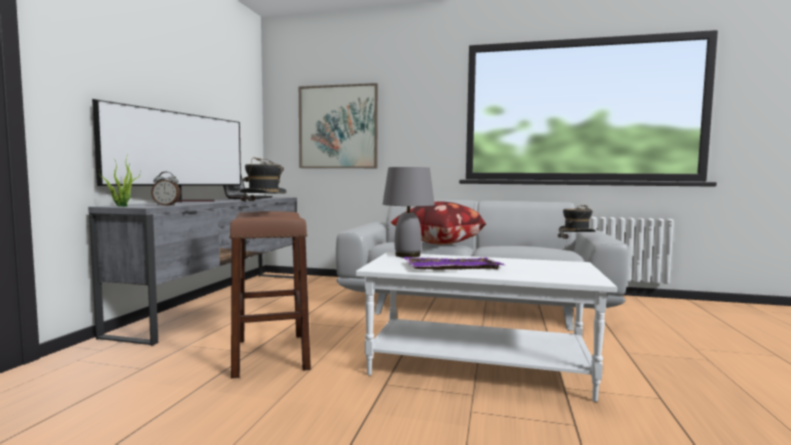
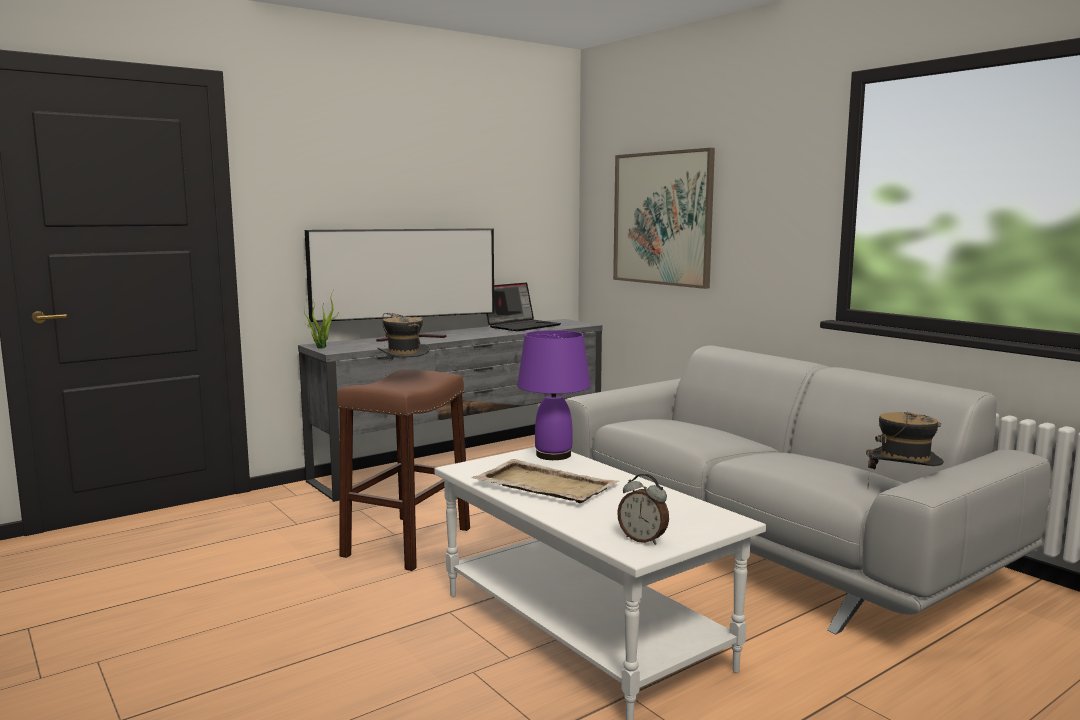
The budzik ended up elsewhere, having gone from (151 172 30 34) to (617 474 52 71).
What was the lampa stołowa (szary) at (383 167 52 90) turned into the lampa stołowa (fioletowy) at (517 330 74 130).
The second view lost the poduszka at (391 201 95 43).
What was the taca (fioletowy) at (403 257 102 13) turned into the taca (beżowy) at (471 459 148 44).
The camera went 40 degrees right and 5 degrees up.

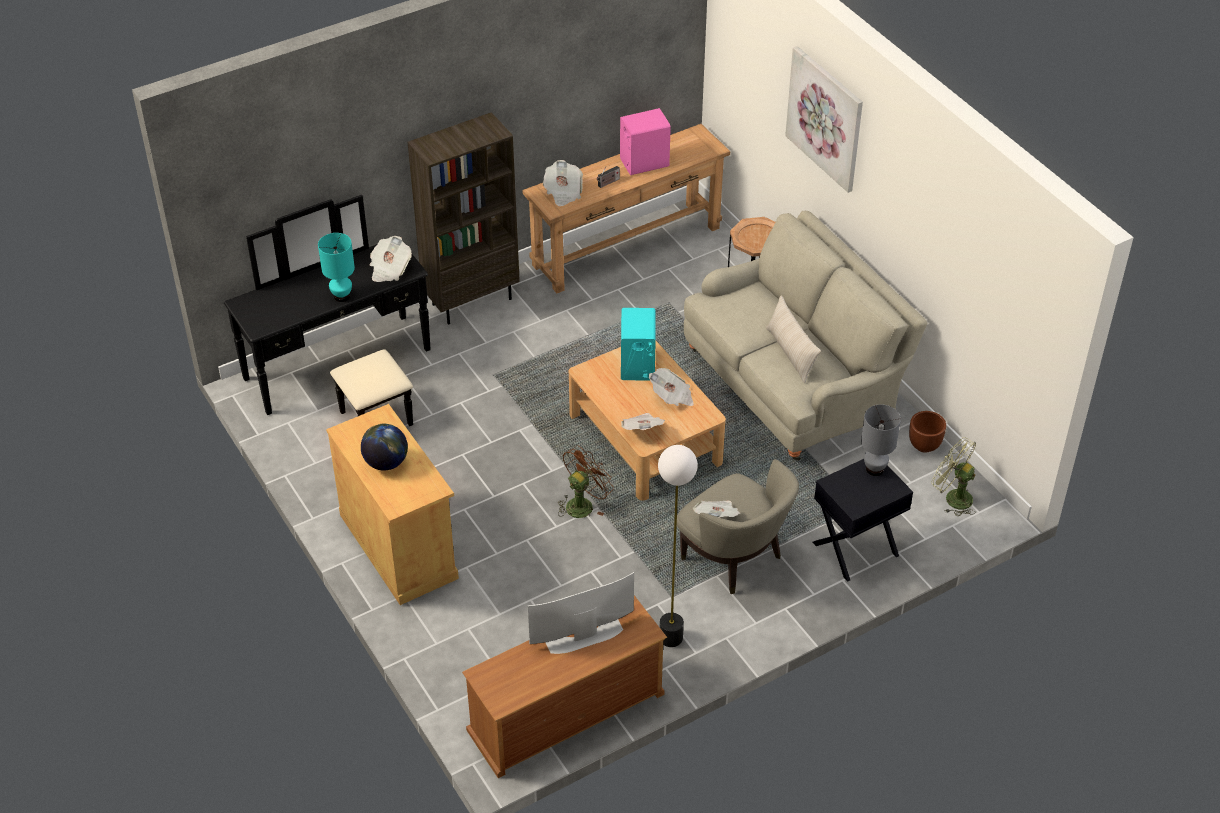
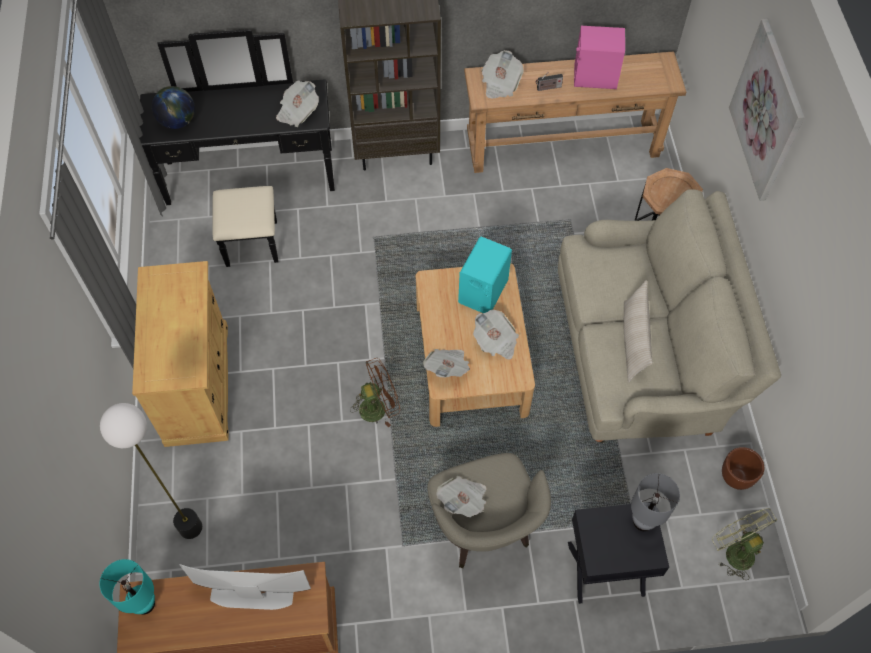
The lampa stołowa (turkusowy) ended up elsewhere, having gone from (318 233 37 69) to (99 559 56 56).
The globus ended up elsewhere, having gone from (361 424 47 46) to (152 86 43 43).
The lampa stojąca ended up elsewhere, having gone from (658 445 40 202) to (100 403 102 136).
The camera went 25 degrees right and 15 degrees up.

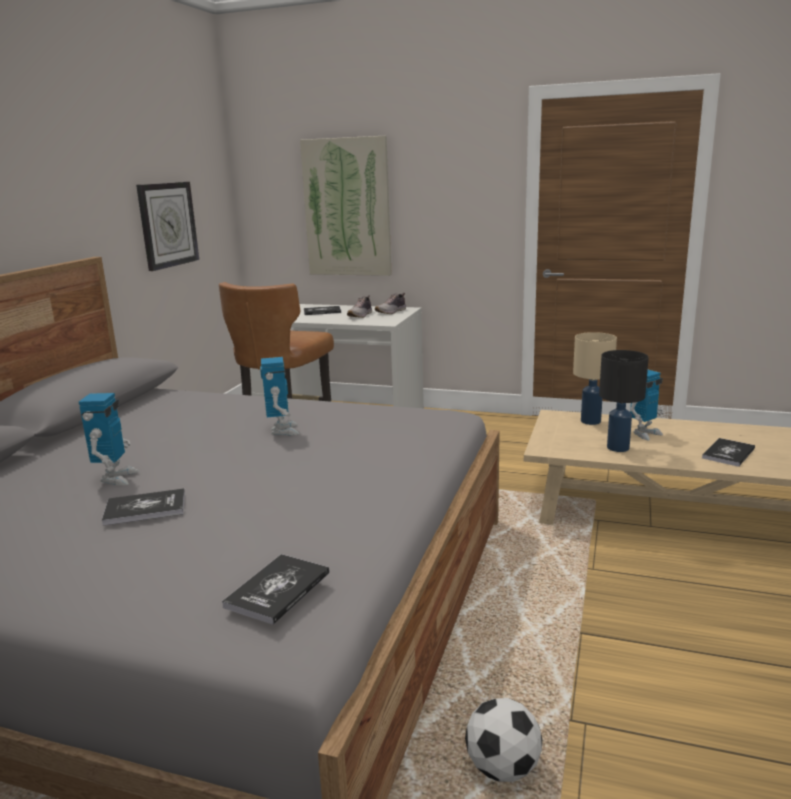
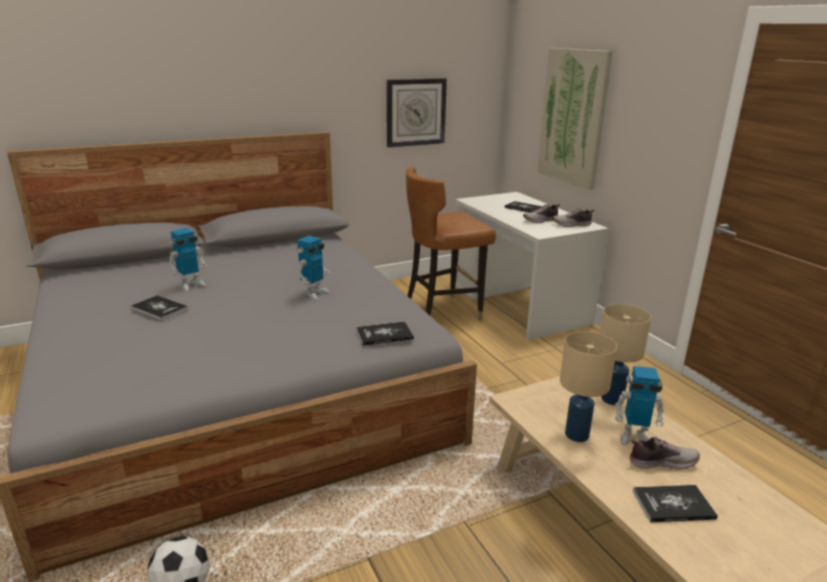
The książka ended up elsewhere, having gone from (222 554 107 71) to (356 321 58 25).
What was the lampa stołowa (czarny) at (599 350 50 102) turned into the lampa stołowa (beżowy) at (560 331 57 111).
The second view gained the but at (629 437 71 33).
The camera went 45 degrees right and 5 degrees up.

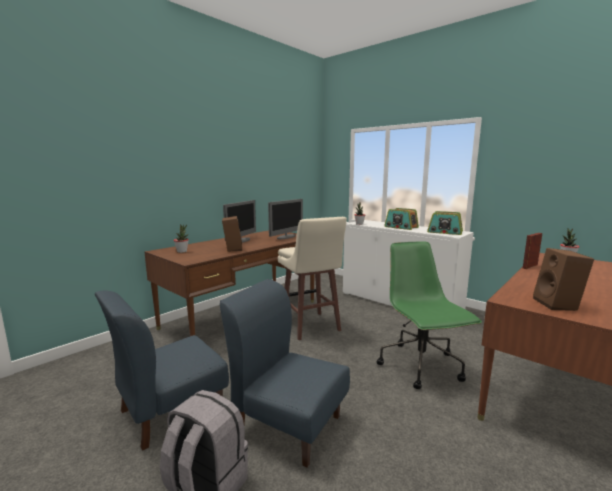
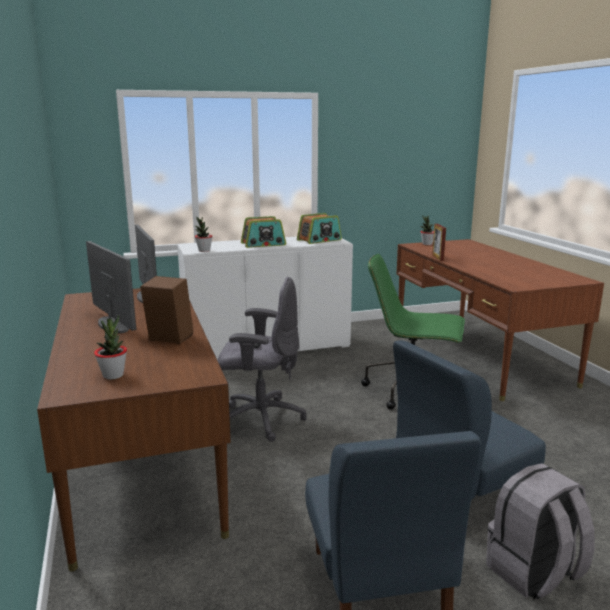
Where the stołek (beżowy) stood at (278 217 69 123), the krzesło biurowe (szary) came to stand at (217 277 90 165).
The second view lost the głośnik (brązowy) at (533 248 61 63).
The camera went 60 degrees left and 5 degrees up.

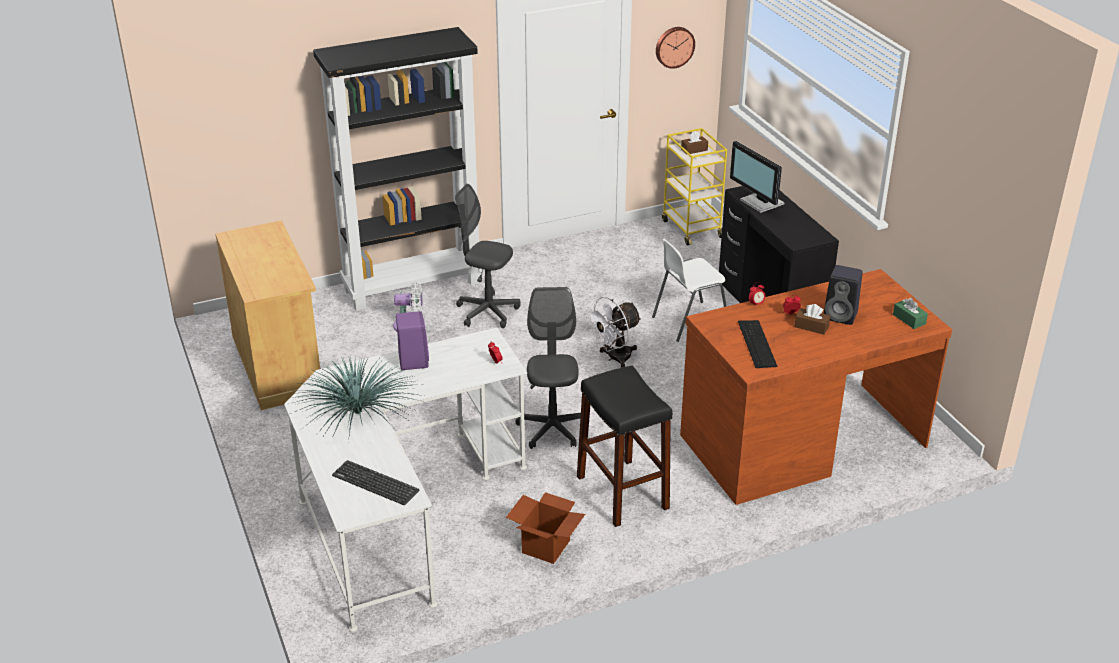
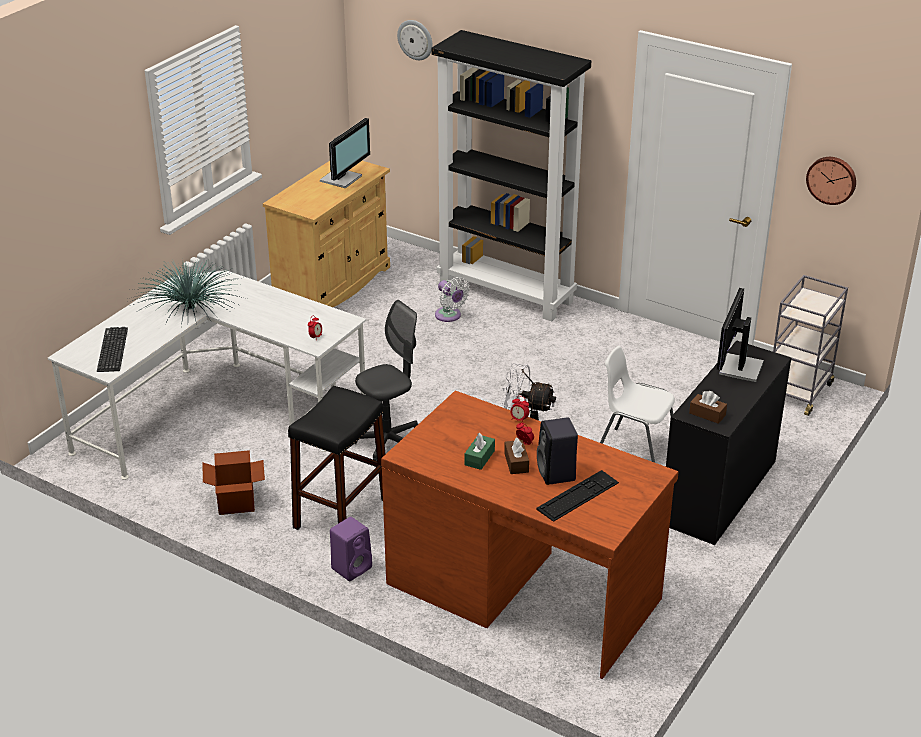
The głośnik (fioletowy) ended up elsewhere, having gone from (396 311 33 59) to (330 517 42 64).
The second view lost the krzesło biurowe (szary) at (455 184 65 144).
What was the wózek (żółty) at (662 128 65 117) turned into the wózek (szary) at (773 275 75 141).
The pudełko chusteczek (brązowy) ended up elsewhere, having gone from (681 131 27 24) to (689 391 38 33).
The klawiatura ended up elsewhere, having gone from (738 320 40 48) to (536 470 83 52).
The pudełko chusteczek (zielony) ended up elsewhere, having gone from (893 298 35 31) to (465 433 30 37).
The second view gained the monitor at (320 118 50 70).
The second view gained the zegar ścienny at (397 20 36 40).
The camera went 55 degrees right and 0 degrees up.

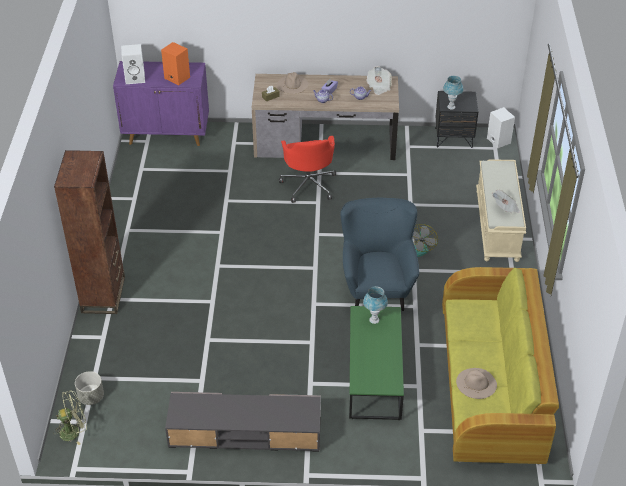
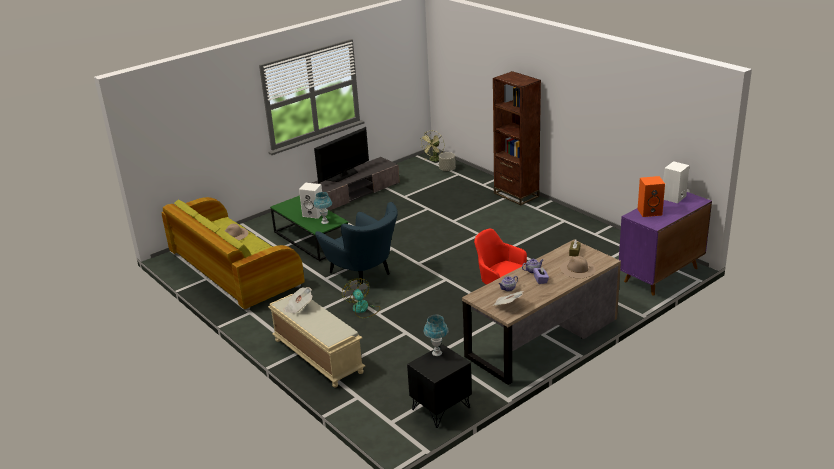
The głośnik (biały) ended up elsewhere, having gone from (487 107 28 41) to (299 183 23 36).
The second view gained the telewizor at (314 127 55 56).
The camera went 140 degrees right and 15 degrees down.

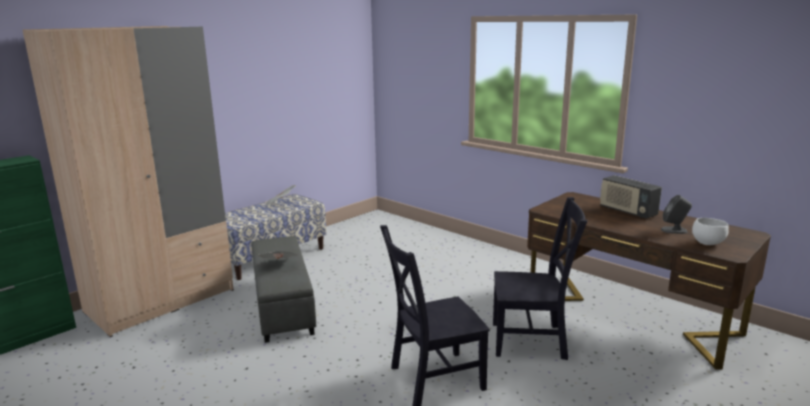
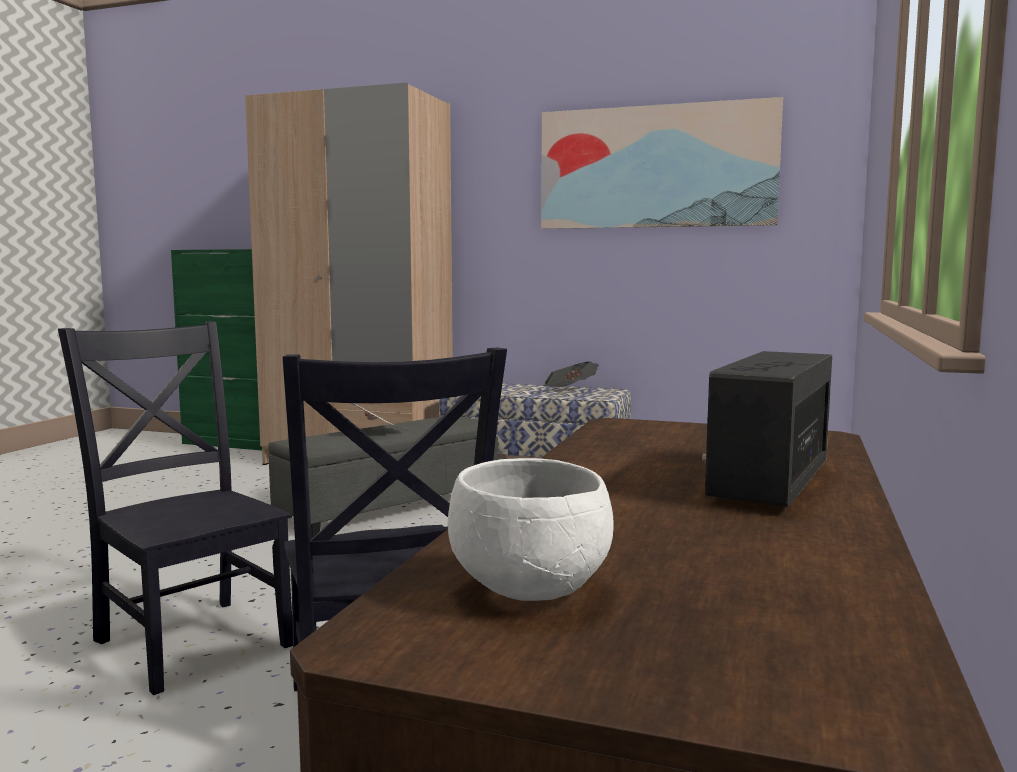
The second view lost the głośnik (szary) at (661 195 31 39).
The second view gained the obraz at (541 97 242 132).
The camera went 65 degrees right and 10 degrees down.

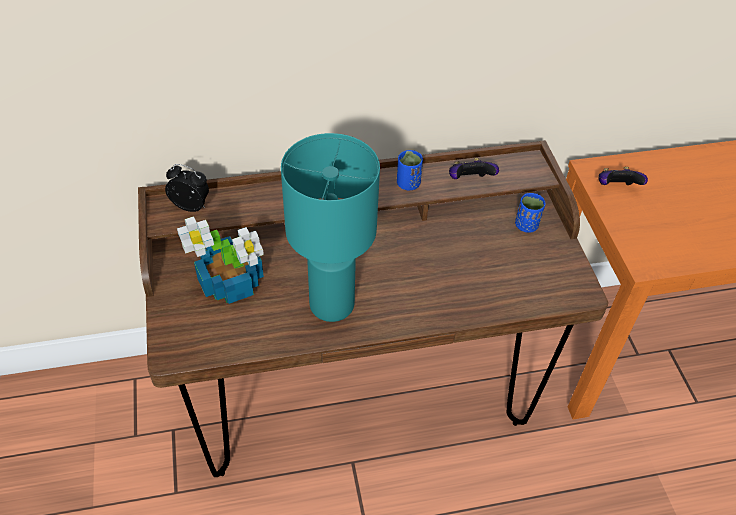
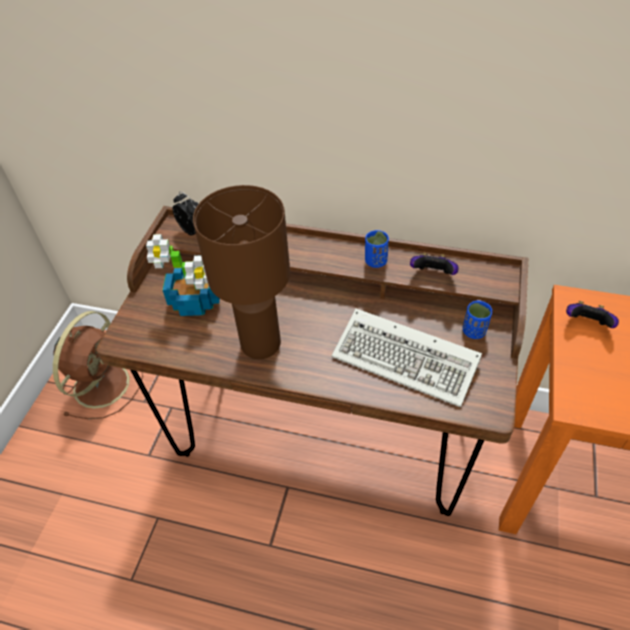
What was the lampa stołowa (turkusowy) at (281 133 99 189) turned into the lampa stołowa (brązowy) at (193 185 97 174).
The second view gained the wentylator (brązowy) at (53 311 90 108).
The second view gained the klawiatura at (332 309 150 98).
The camera went 30 degrees right and 0 degrees up.

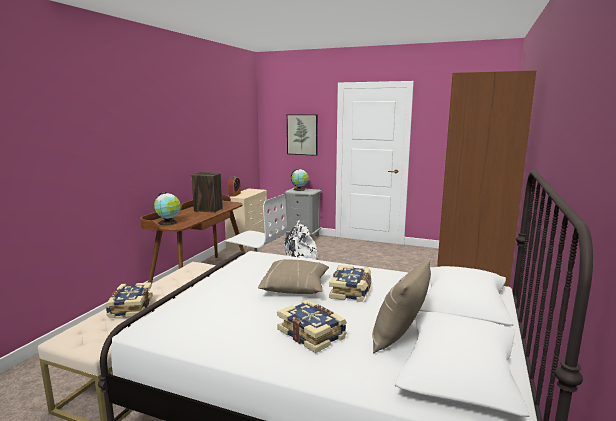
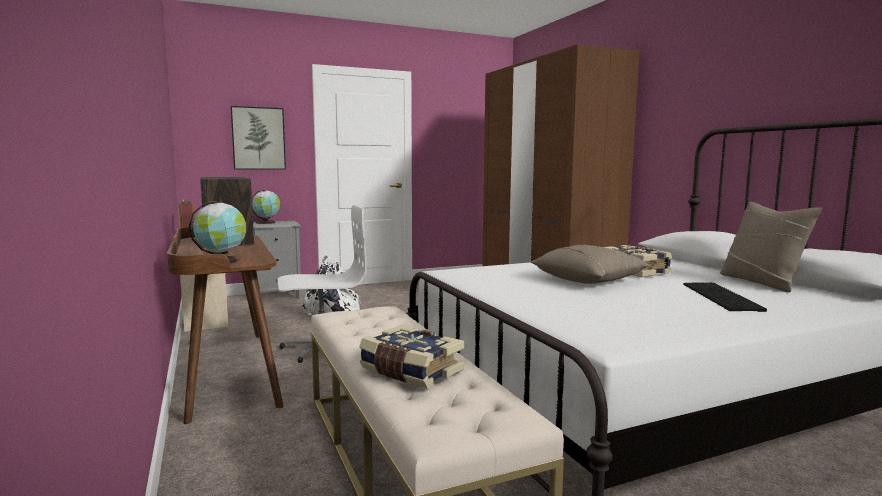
Where the książka stood at (277 300 70 53), the klawiatura came to stand at (683 282 84 30).
The camera went 45 degrees left and 5 degrees down.

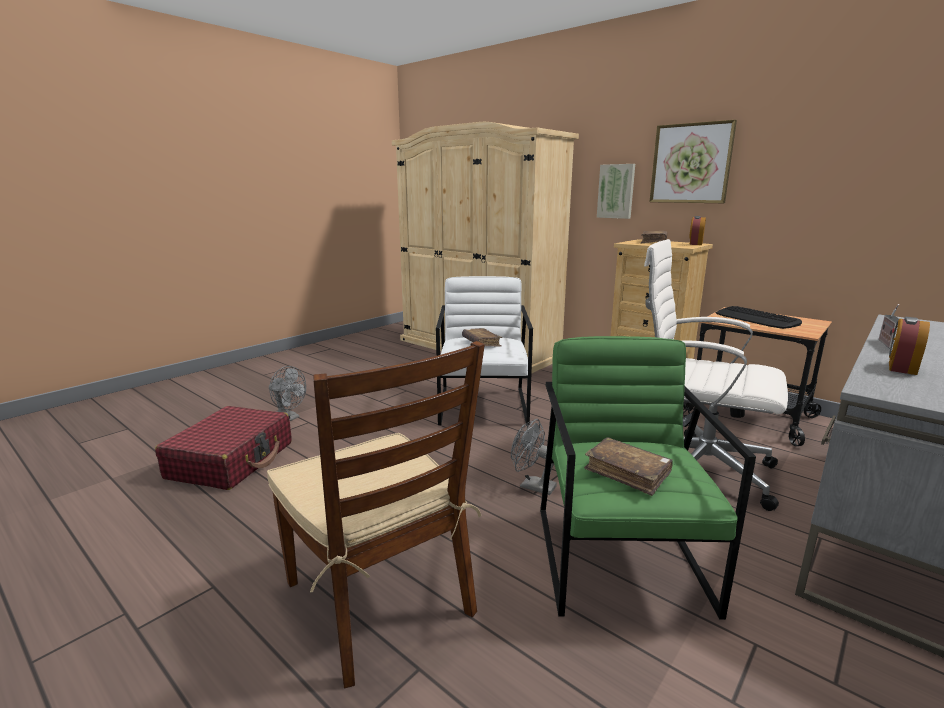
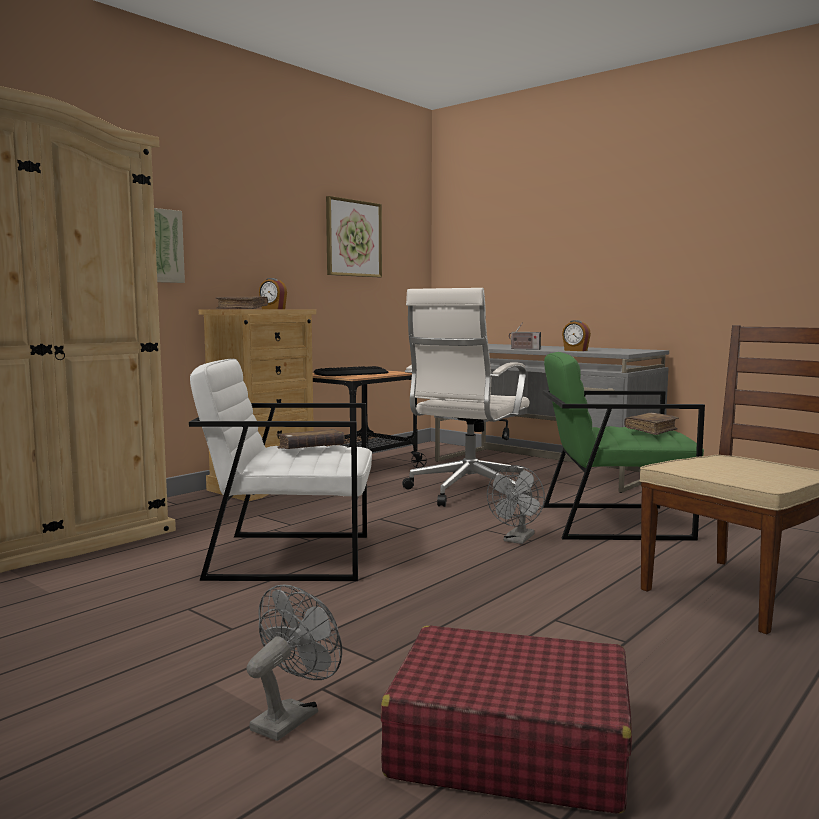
The obraz ended up elsewhere, having gone from (649 120 88 83) to (326 196 56 81).
The camera went 90 degrees left and 10 degrees down.

